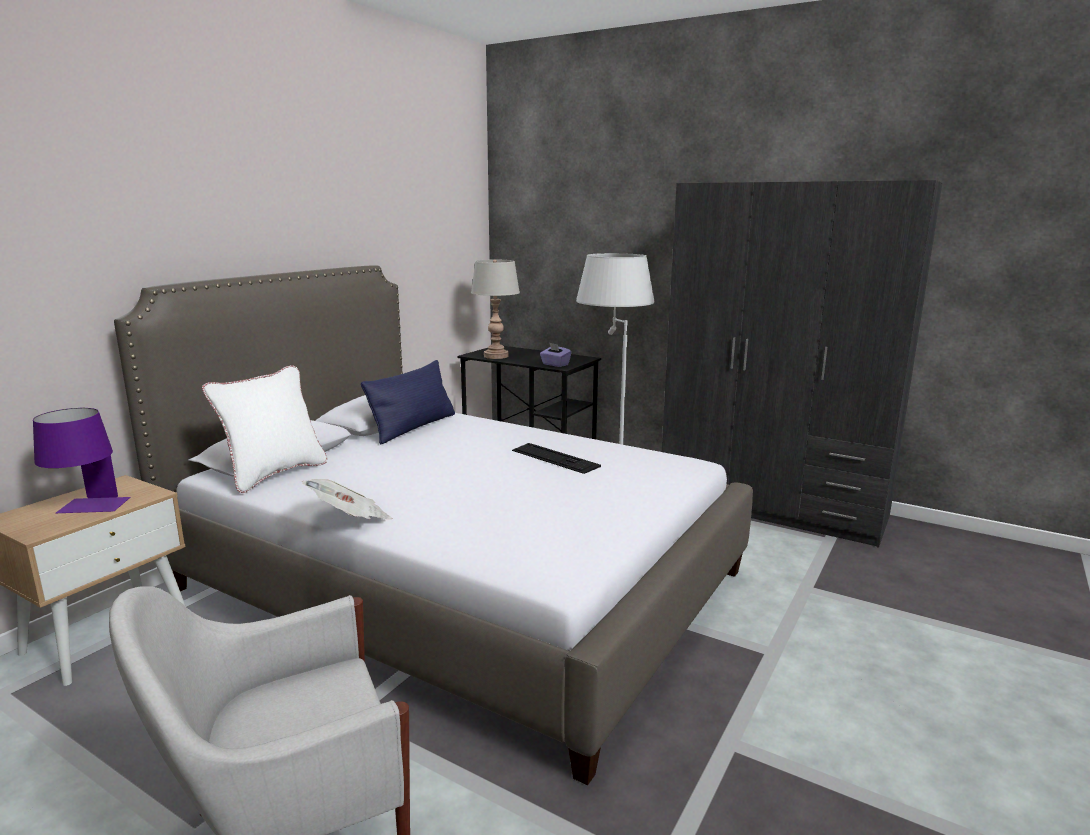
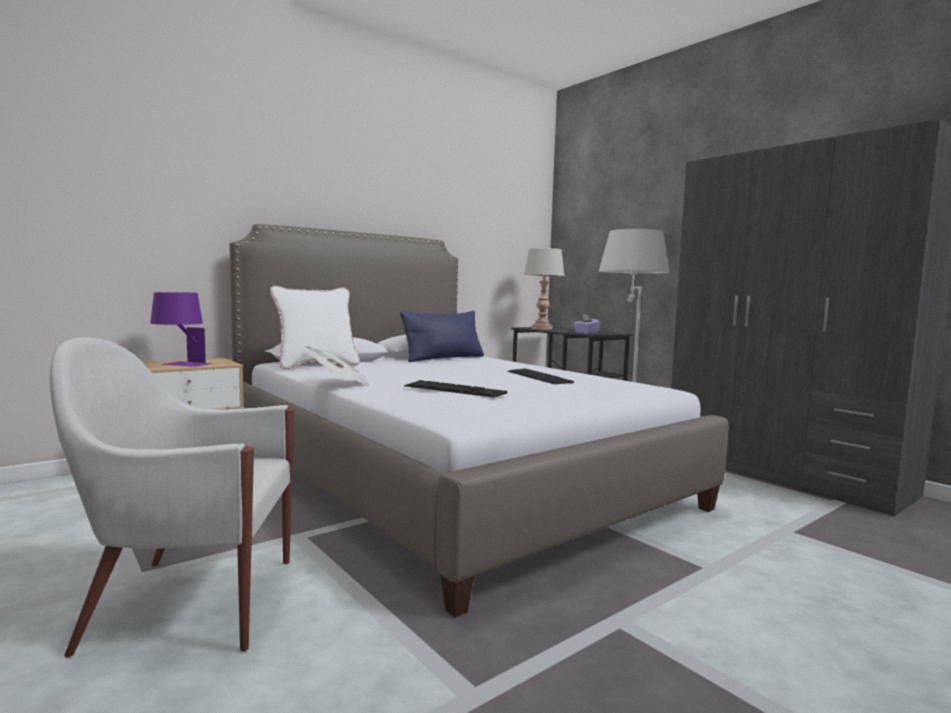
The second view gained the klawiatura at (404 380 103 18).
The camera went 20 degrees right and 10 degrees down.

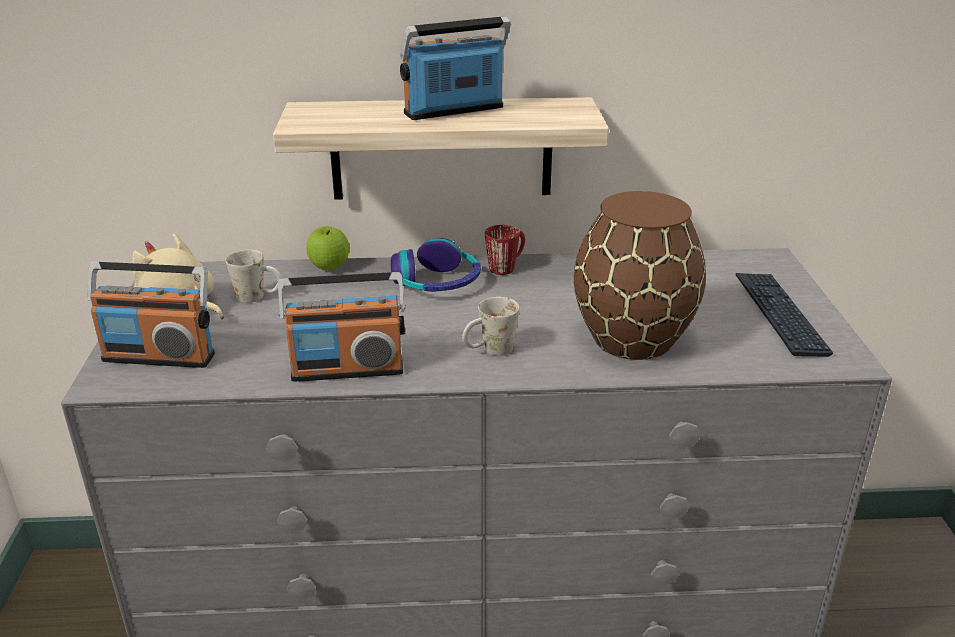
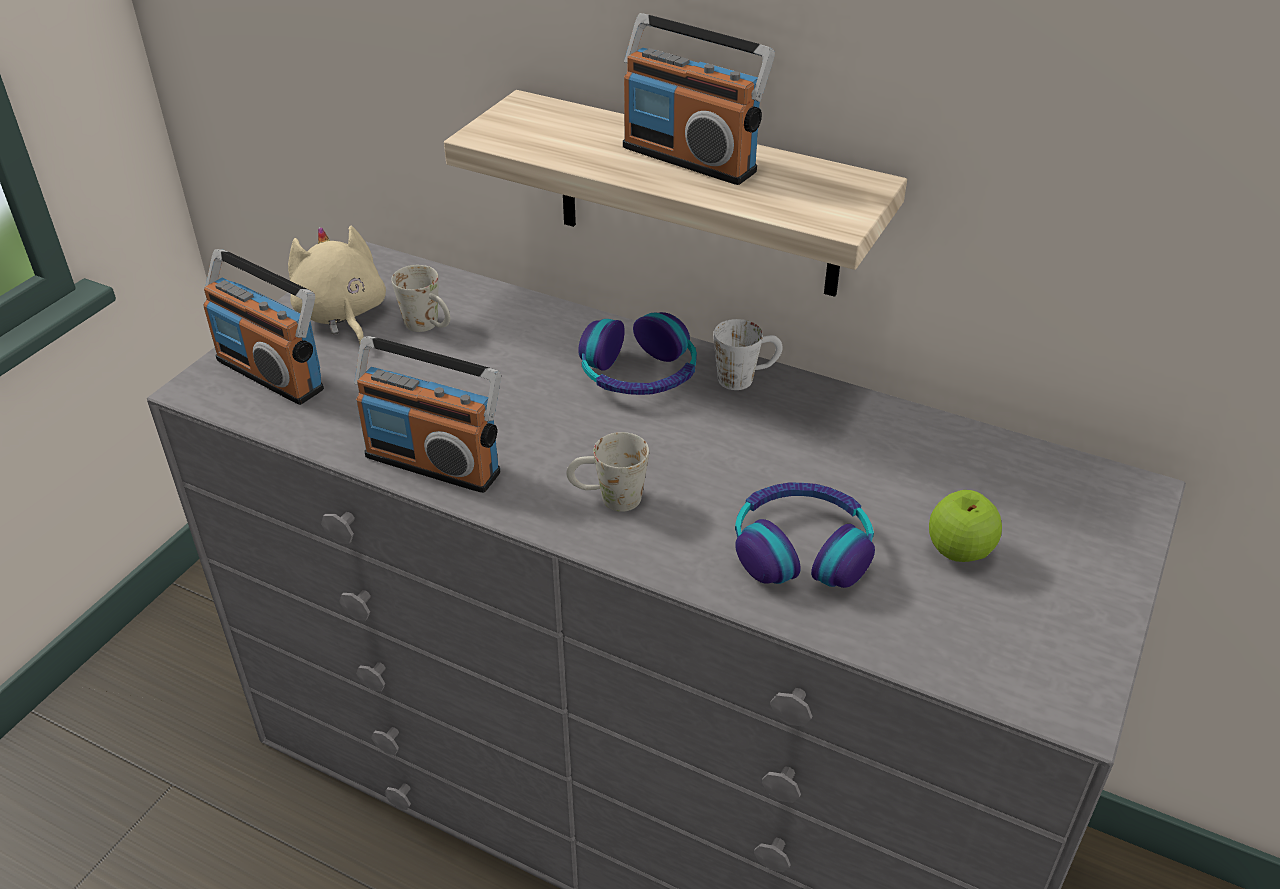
The jabłko ended up elsewhere, having gone from (306 226 44 44) to (929 490 73 72).
The radio at (400 16 111 104) ended up facing another way, 150 degrees counterclockwise from before.
What was the kubek (czerwony) at (485 225 40 50) turned into the kubek (biały) at (713 319 70 71).
Where the wazon (brązowy) stood at (574 191 132 169), the słuchawki came to stand at (735 483 140 105).
The second view lost the klawiatura at (736 273 97 84).
The camera went 30 degrees right and 10 degrees up.

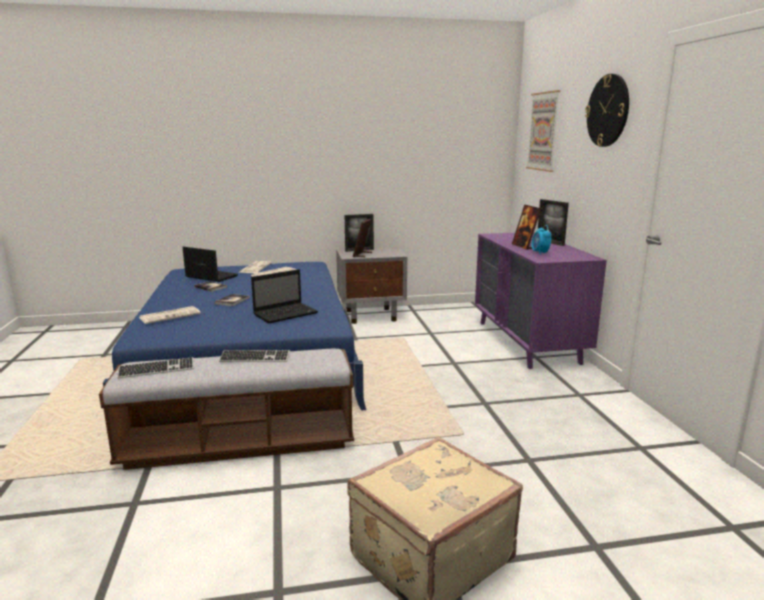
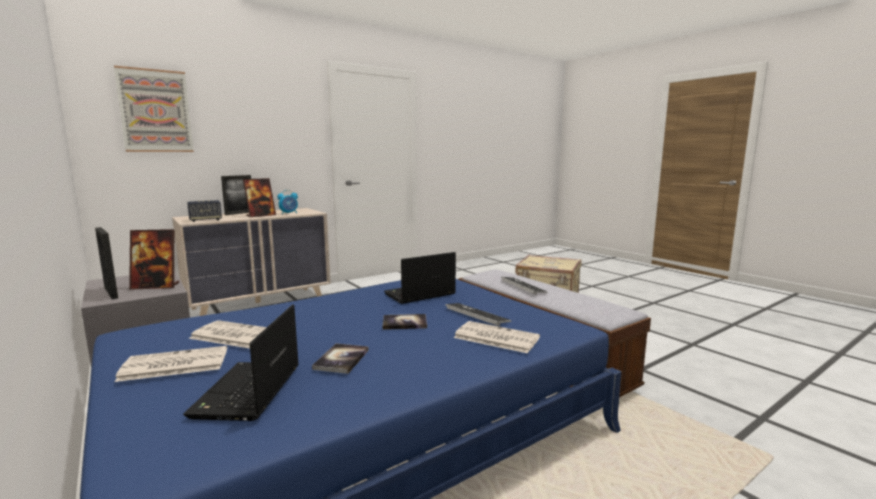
The klawiatura ended up elsewhere, having gone from (117 357 77 21) to (445 303 67 23).
The laptop at (251 269 67 55) ended up facing another way, 60 degrees counterclockwise from before.
What was the komoda (fioletowy) at (475 232 132 137) turned into the komoda (beżowy) at (172 208 159 108).
The second view lost the zegar ścienny at (585 74 44 73).
The second view gained the głośnik at (187 200 35 22).
The camera went 115 degrees left and 5 degrees down.

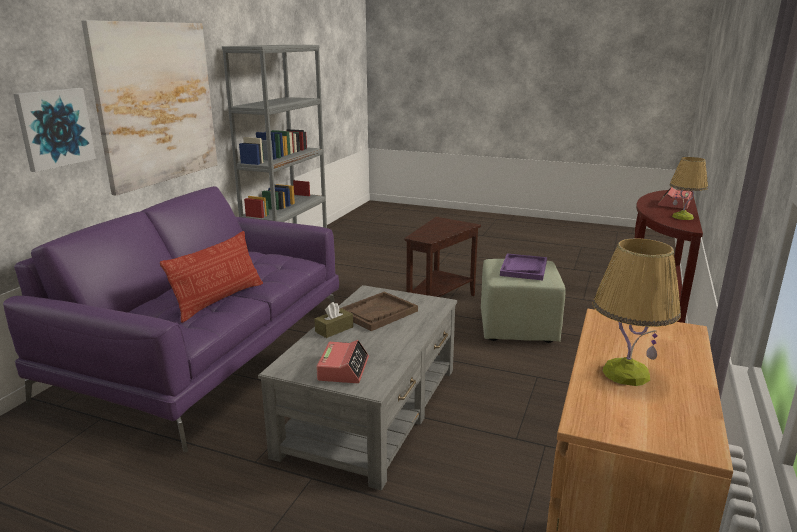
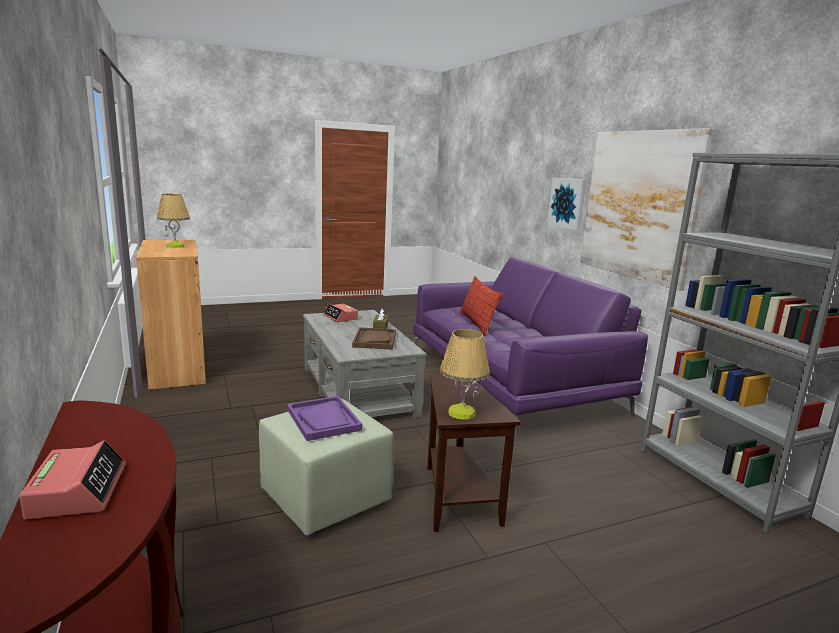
The lampa stołowa ended up elsewhere, having gone from (670 157 38 63) to (440 329 50 91).
The camera went 135 degrees right and 5 degrees down.

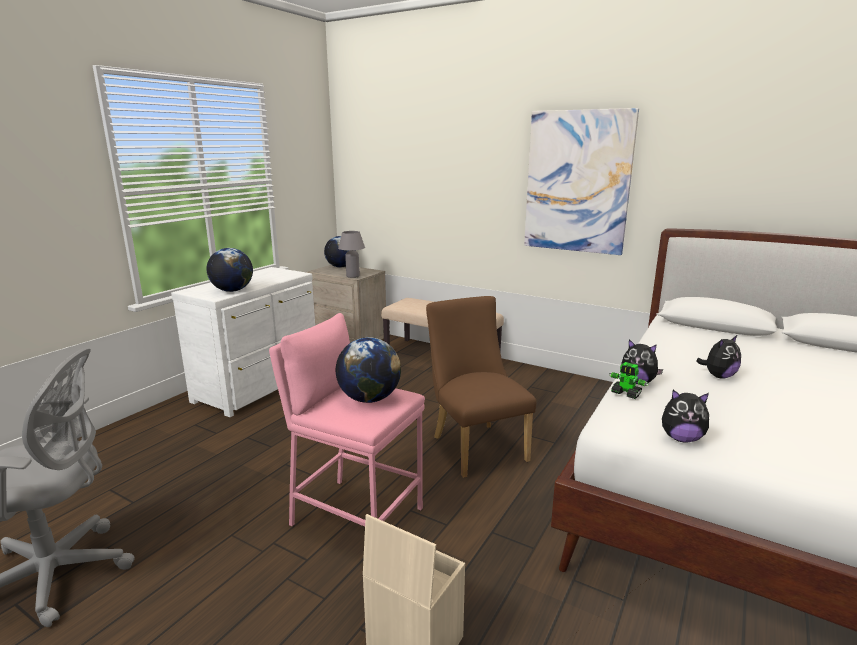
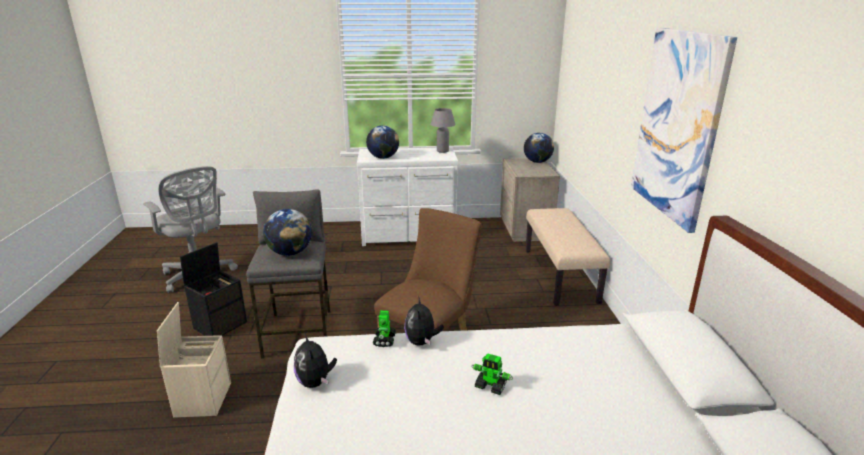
What was the stołek (różowy) at (269 313 156 214) turned into the stołek (szary) at (246 189 84 170).
The lampa stołowa (szary) ended up elsewhere, having gone from (338 231 27 47) to (430 108 26 45).
Where the pluszak stood at (696 335 45 44), the robot zabawkowy came to stand at (471 353 42 42).
The second view gained the pojemnik do przechowywania (czarny) at (180 242 67 94).
The camera went 55 degrees right and 5 degrees up.

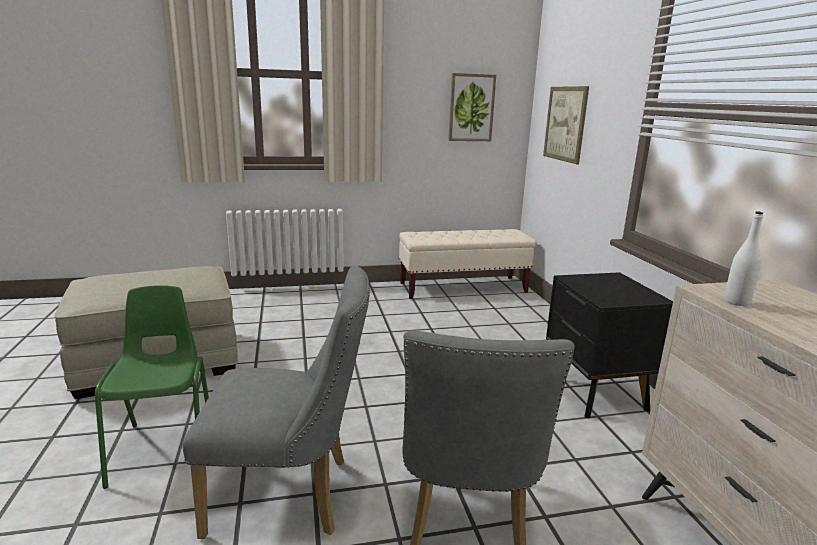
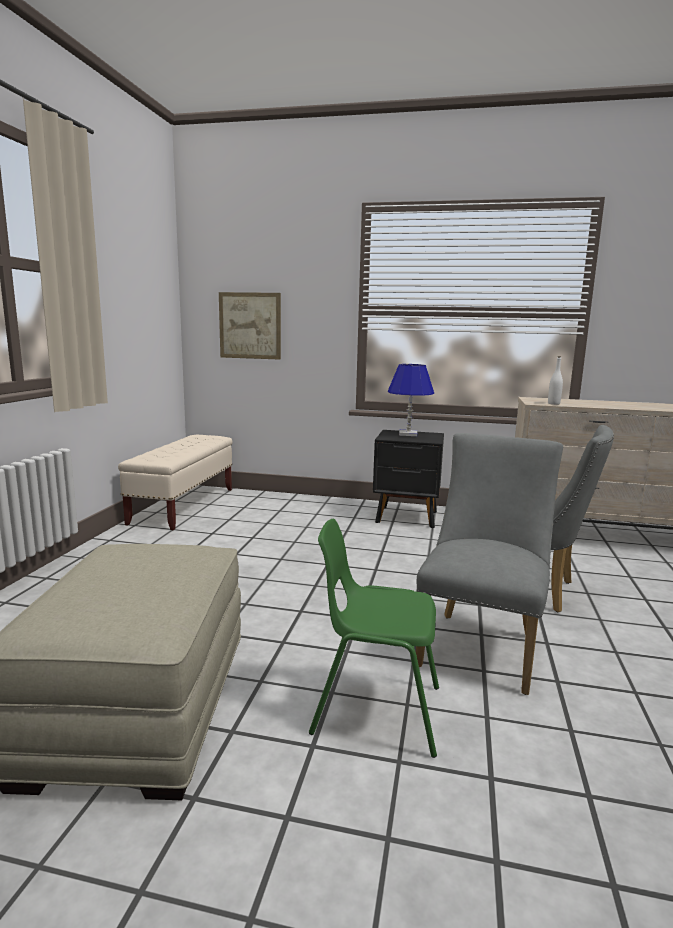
The second view lost the obraz at (448 73 48 68).
The second view gained the lampa stołowa (niebieski) at (388 364 46 72).
The camera went 65 degrees left and 5 degrees down.

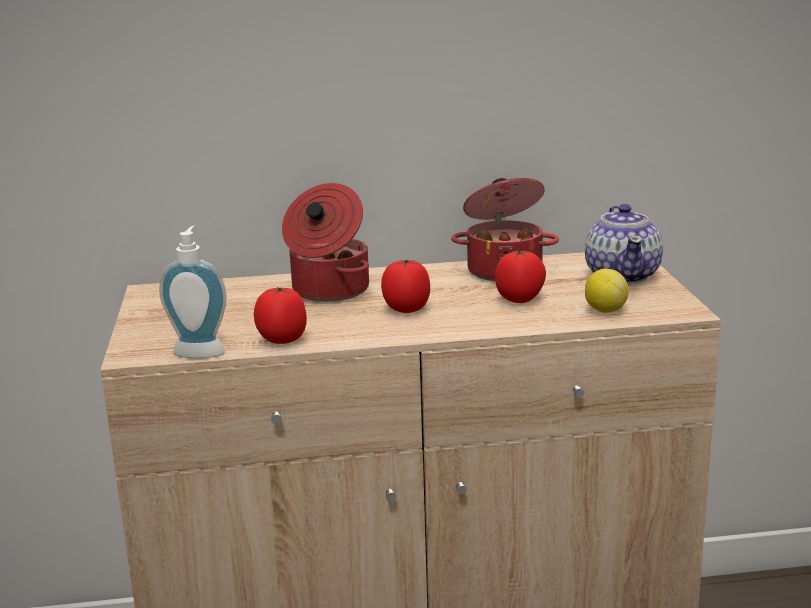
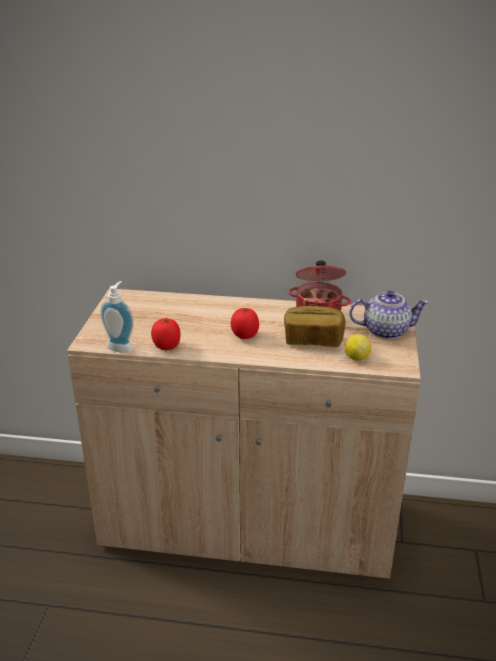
The second view lost the garnek at (282 183 87 119).
Where the pomidor stood at (495 250 51 53), the chleb came to stand at (284 306 62 41).
The imbryk at (585 204 78 80) ended up facing another way, 105 degrees counterclockwise from before.
The camera went 15 degrees right and 10 degrees up.

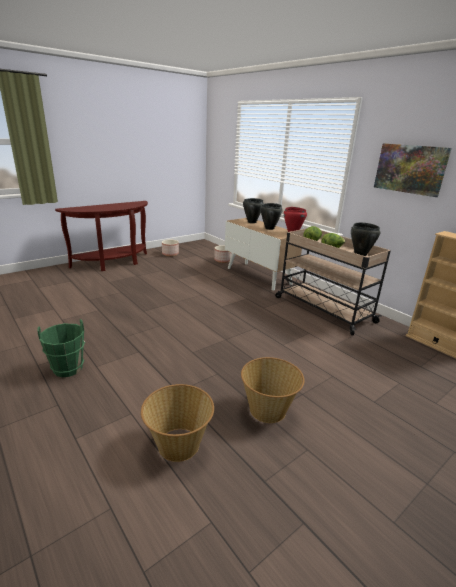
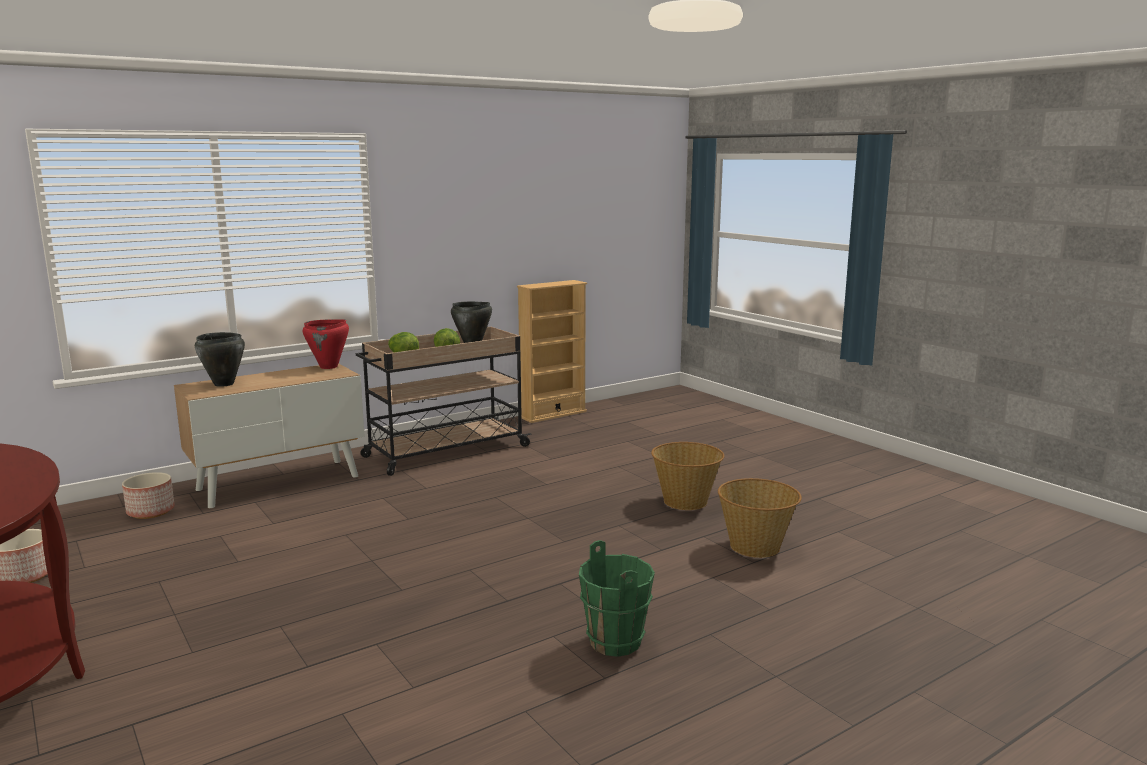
The second view lost the garnek (czarny) at (260 203 23 27).
The second view lost the obraz at (374 143 78 54).
The camera went 85 degrees left and 10 degrees down.

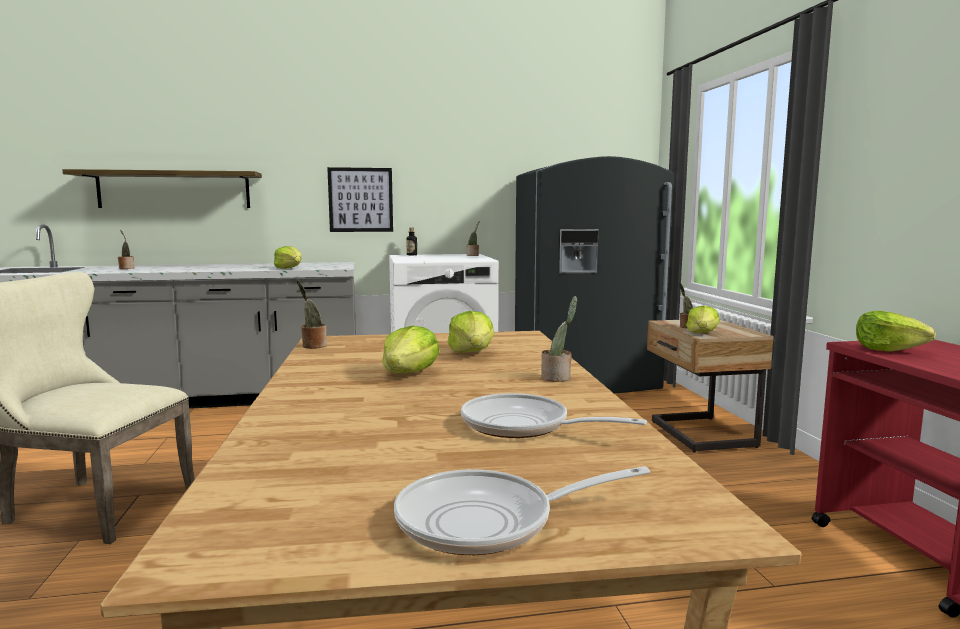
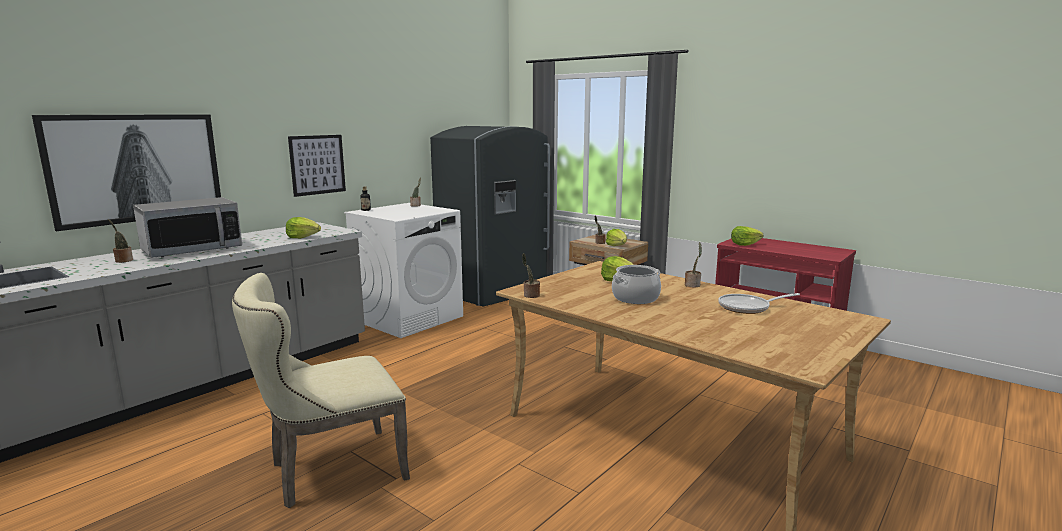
Where the półka hung at (62 169 200 39), the obraz came to hang at (32 114 189 117).
Where the sałata stood at (382 325 57 48), the garnek came to stand at (612 265 49 39).
The second view lost the patelnia at (394 466 256 89).
The second view gained the mikrofalówka at (133 197 109 61).
The camera went 40 degrees left and 5 degrees up.

